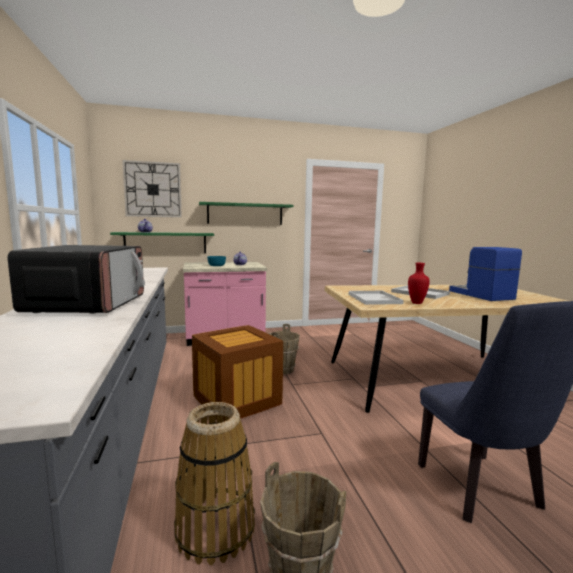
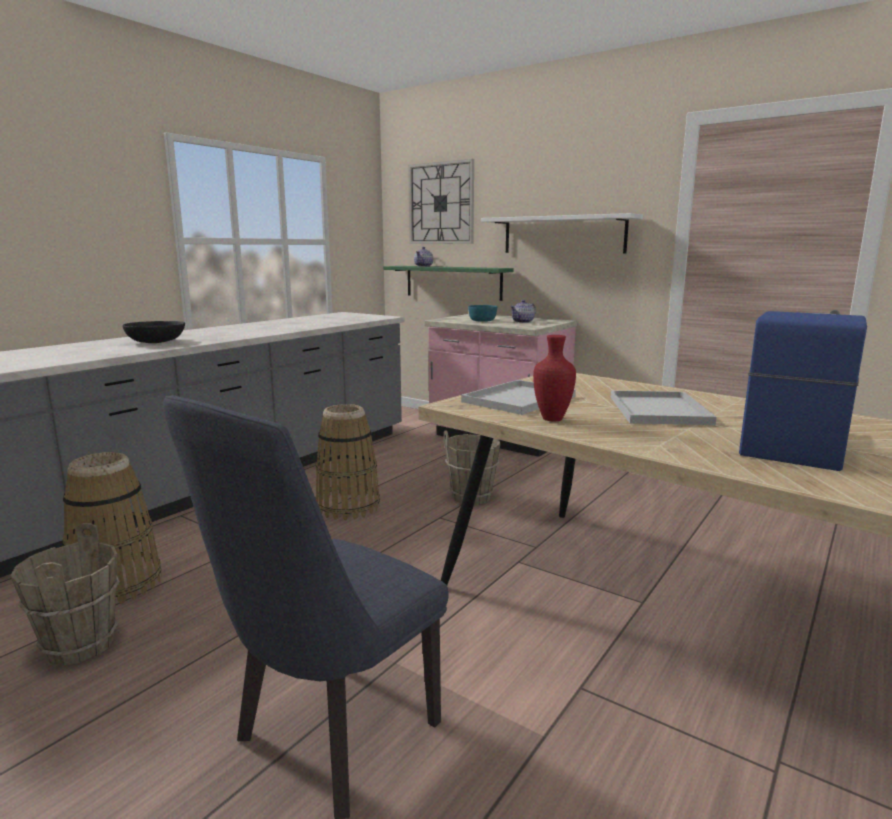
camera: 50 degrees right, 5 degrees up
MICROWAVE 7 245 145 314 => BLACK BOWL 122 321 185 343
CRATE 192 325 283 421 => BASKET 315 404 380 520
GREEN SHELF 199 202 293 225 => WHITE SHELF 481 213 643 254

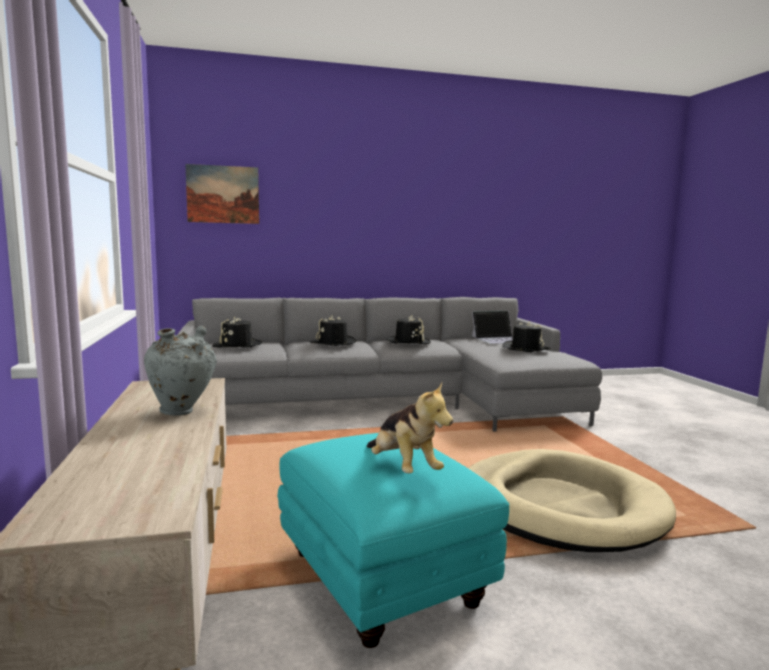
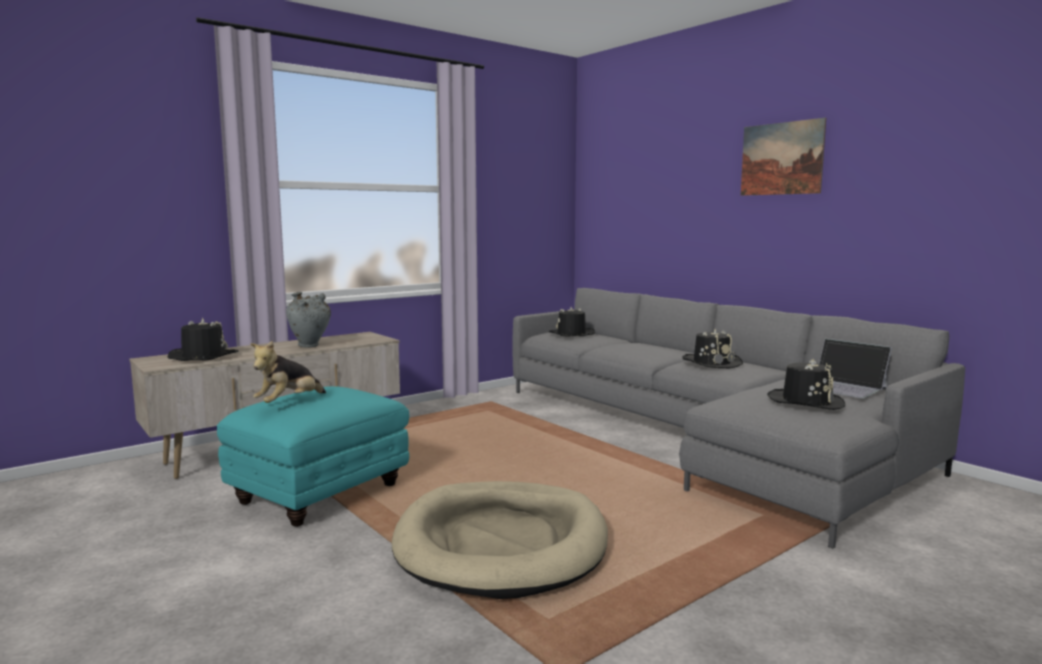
camera: 65 degrees right, 0 degrees up
PICTURE 185 164 259 224 => PICTURE 741 118 826 196, shifted
BLACK HAT 310 316 357 346 => BLACK HAT 168 318 238 361, shifted

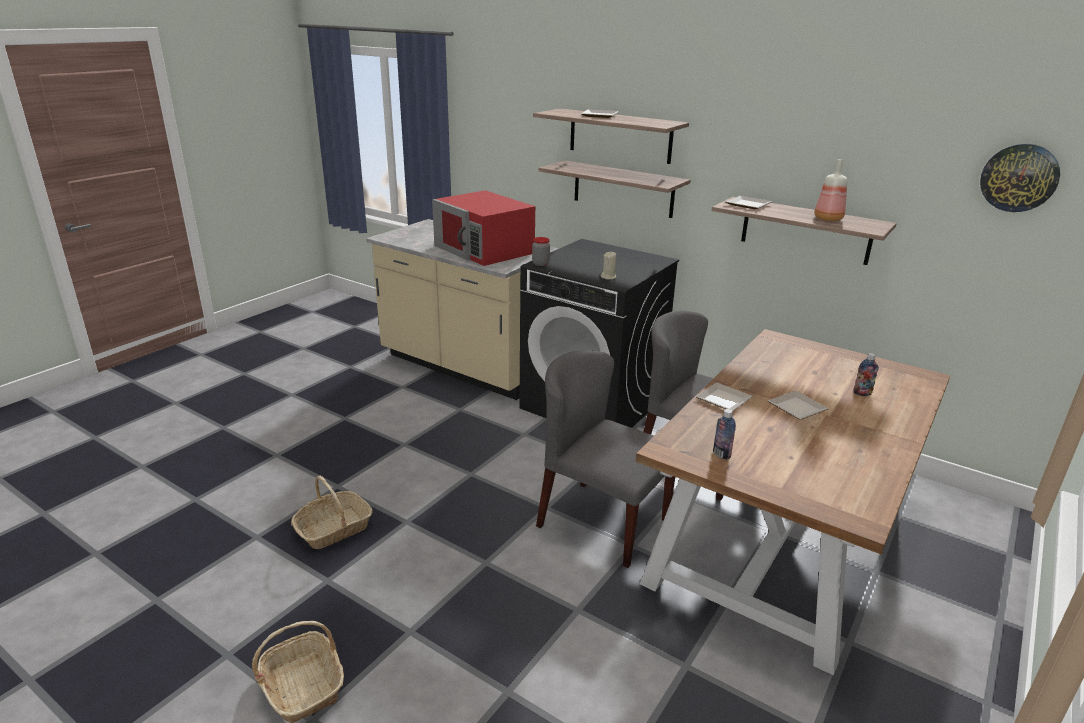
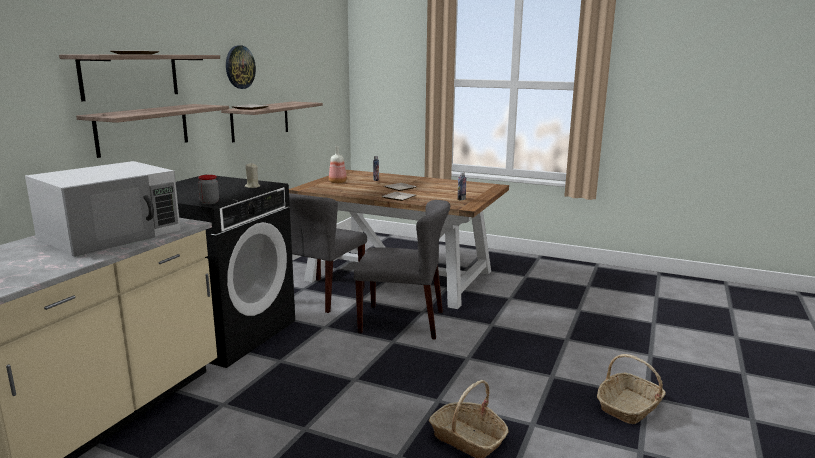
camera: 100 degrees left, 10 degrees down
RED MICROWAVE 432 190 535 266 => WHITE MICROWAVE 25 161 181 257
GREY CHAIR 536 350 675 568 => GREY CHAIR 354 200 450 340, 105 degrees counterclockwise
BOTTLE 814 159 847 221 => BOTTLE 329 146 347 184, shifted
WALL CLOCK 980 143 1060 212 => WALL CLOCK 226 46 256 89, shifted

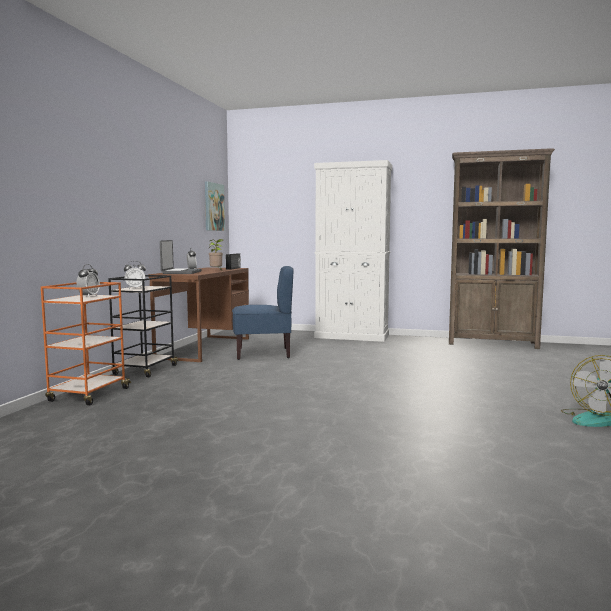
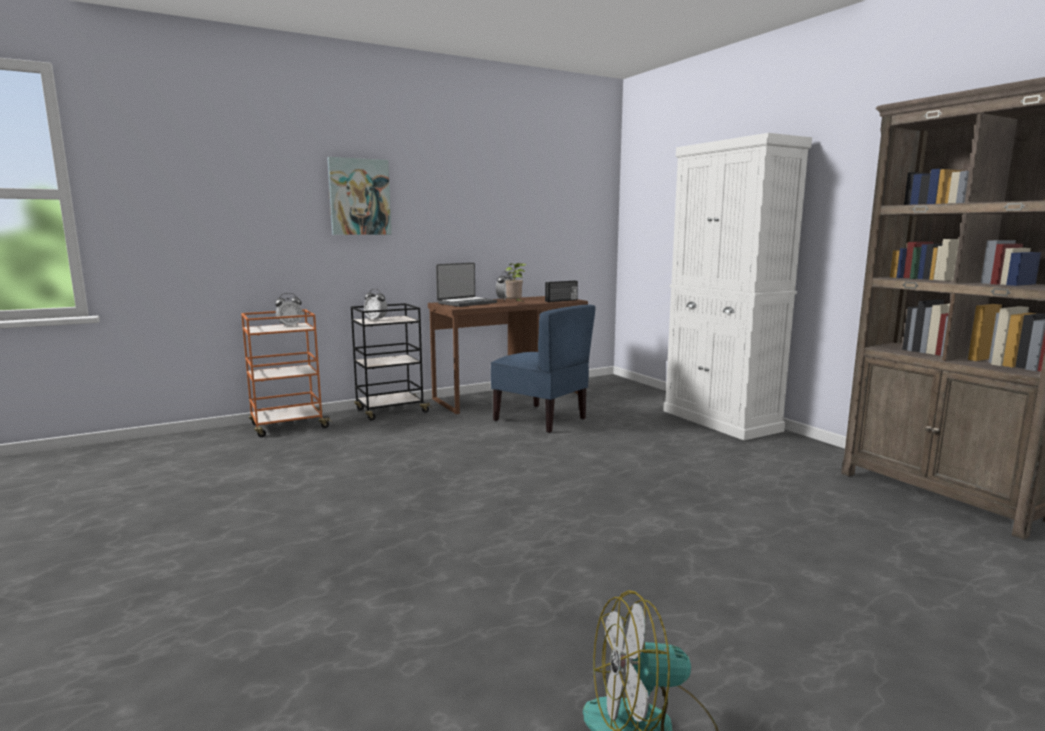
camera: 45 degrees right, 5 degrees up
PICTURE 205 181 225 231 => PICTURE 327 157 392 235, shifted

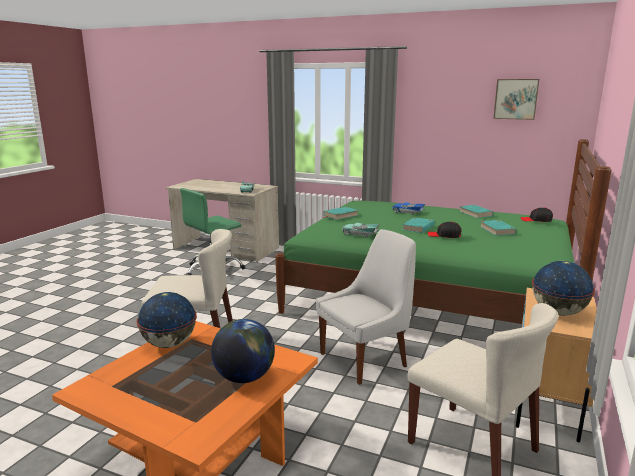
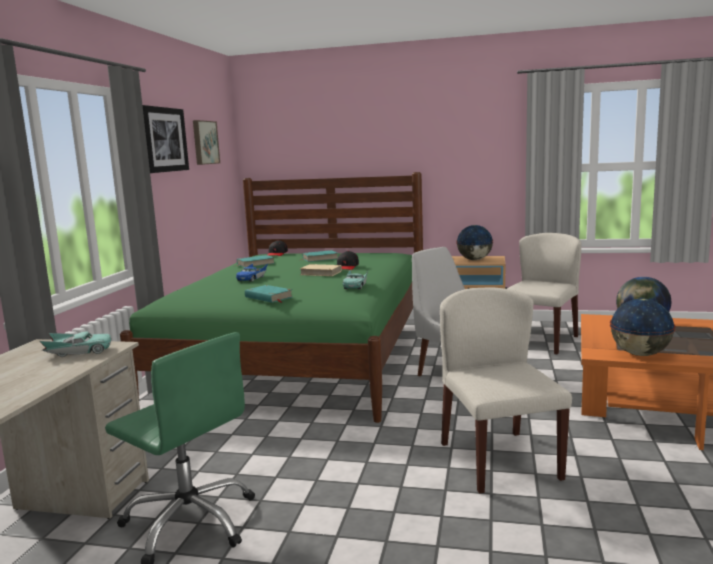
camera: 100 degrees left, 5 degrees down
TURQUOISE BOOK 402 217 434 233 => BEIGE BOOK 300 264 342 276
nothing => PICTURE 142 105 189 173

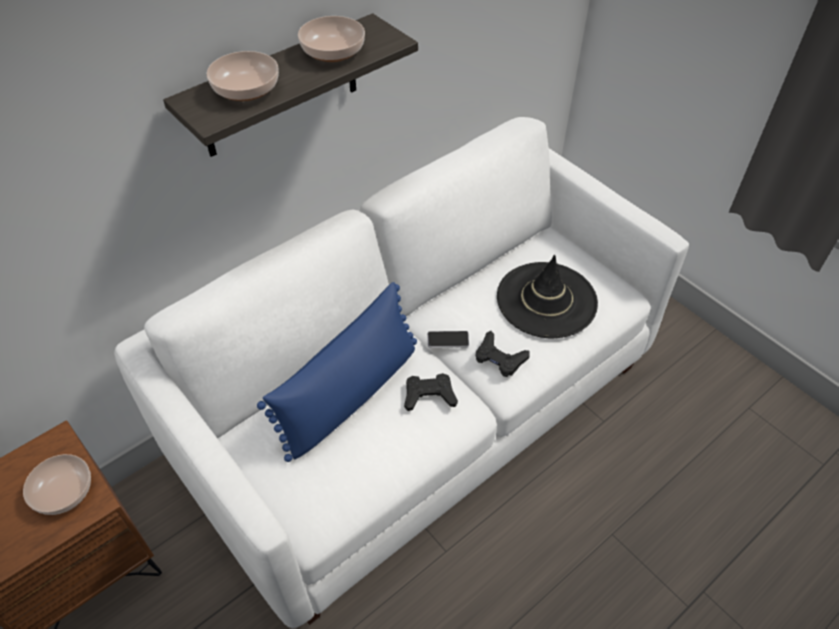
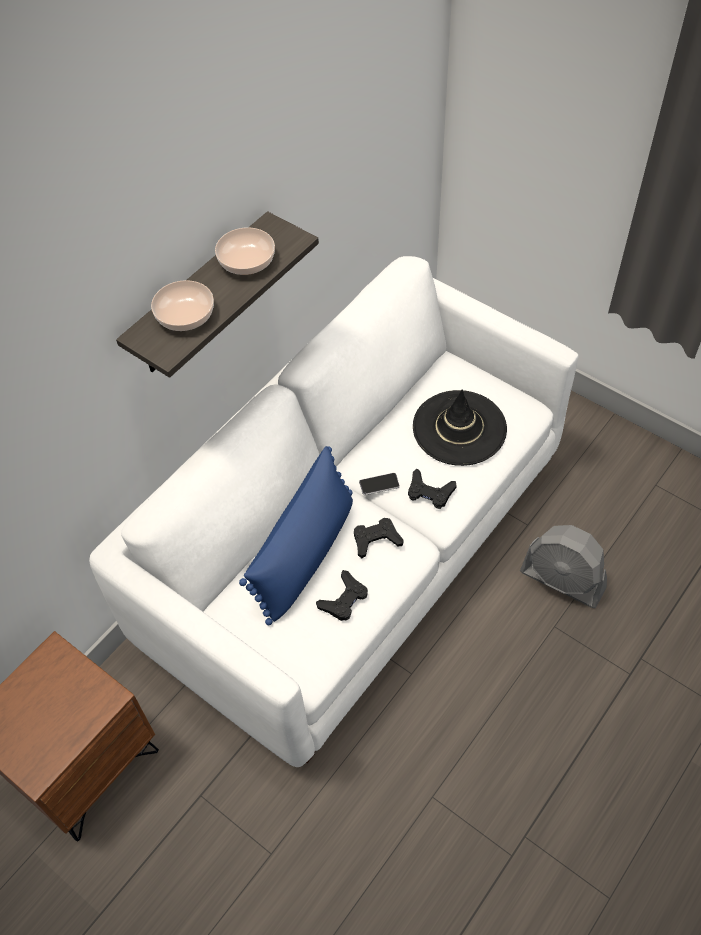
camera: 10 degrees left, 5 degrees up
BOWL 23 454 91 515 => nothing
nothing => BLACK GAME CONTROLLER 316 570 368 621
nothing => GREY FAN 520 525 607 608

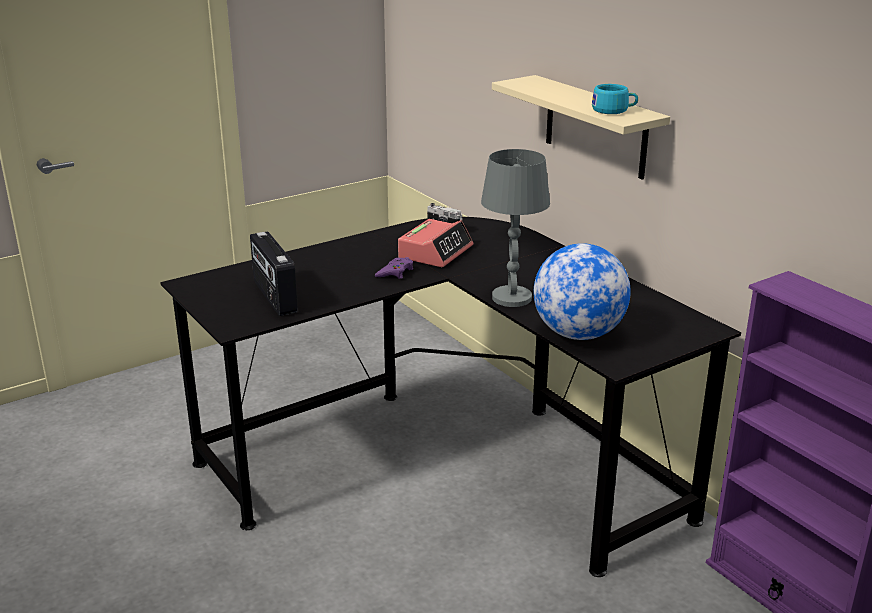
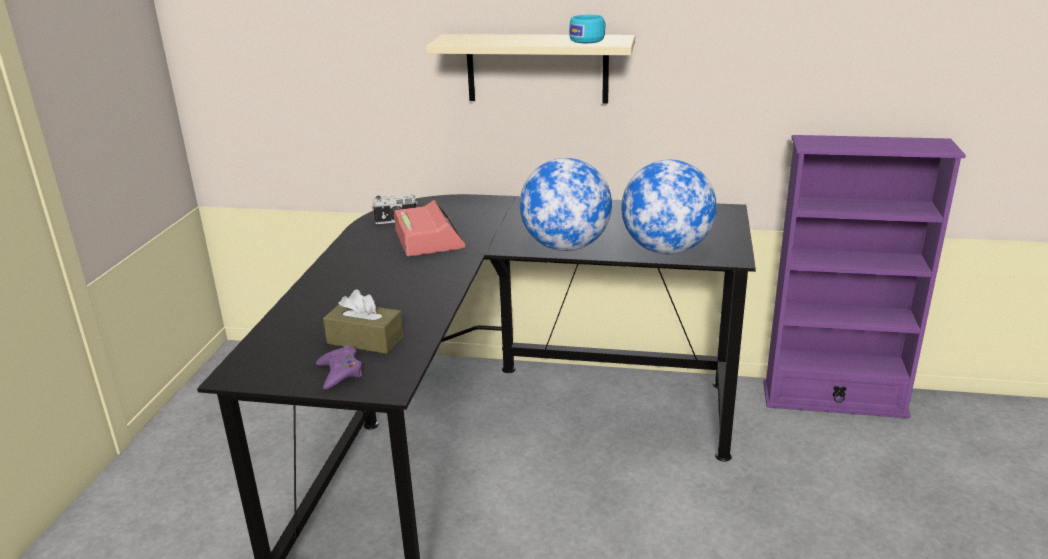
camera: 45 degrees left, 0 degrees up
RADIO 250 232 298 316 => BROWN TISSUE BOX 323 289 404 354
PURPLE GAME CONTROLLER 375 257 413 279 => PURPLE GAME CONTROLLER 316 346 363 389, shifted
GREY TABLE LAMP 481 149 550 307 => GLOBE 520 158 612 251

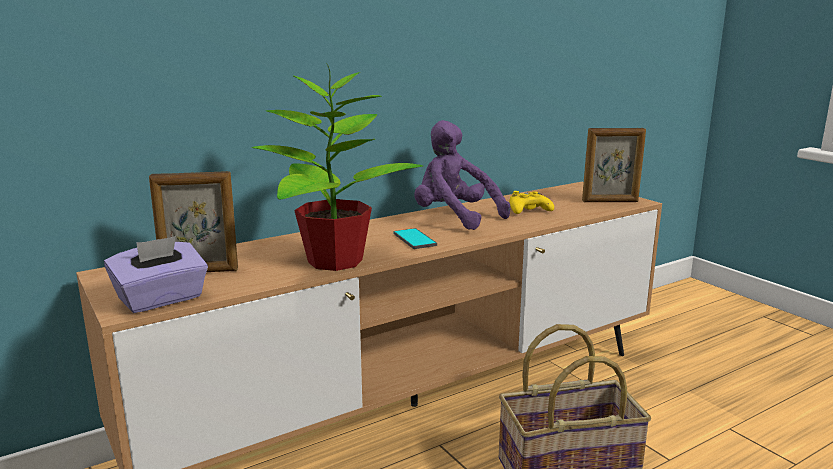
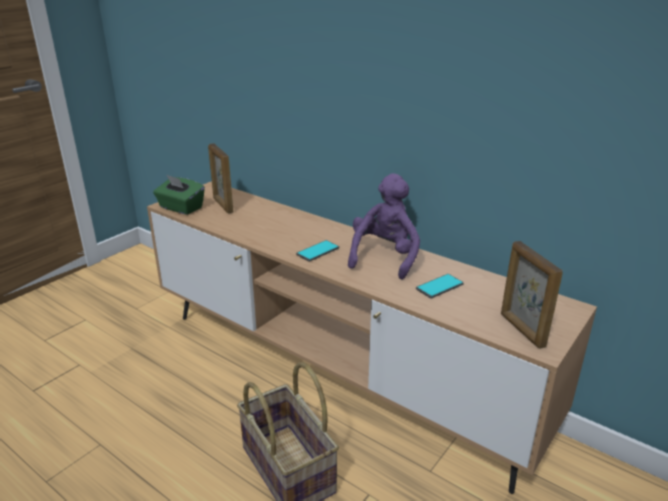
camera: 70 degrees right, 10 degrees up
PURPLE TISSUE BOX 104 236 208 313 => GREEN TISSUE BOX 153 175 205 215
POTTED PLANT 251 63 423 271 => nothing
YELLOW GAME CONTROLLER 509 191 554 214 => PHONE 416 274 464 299

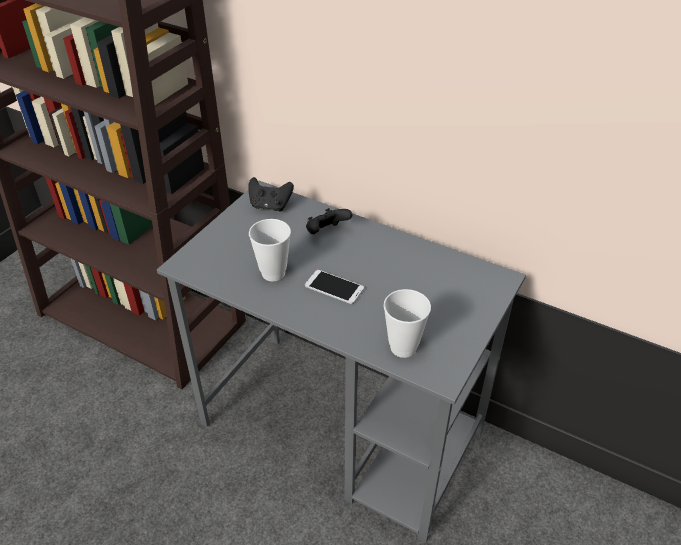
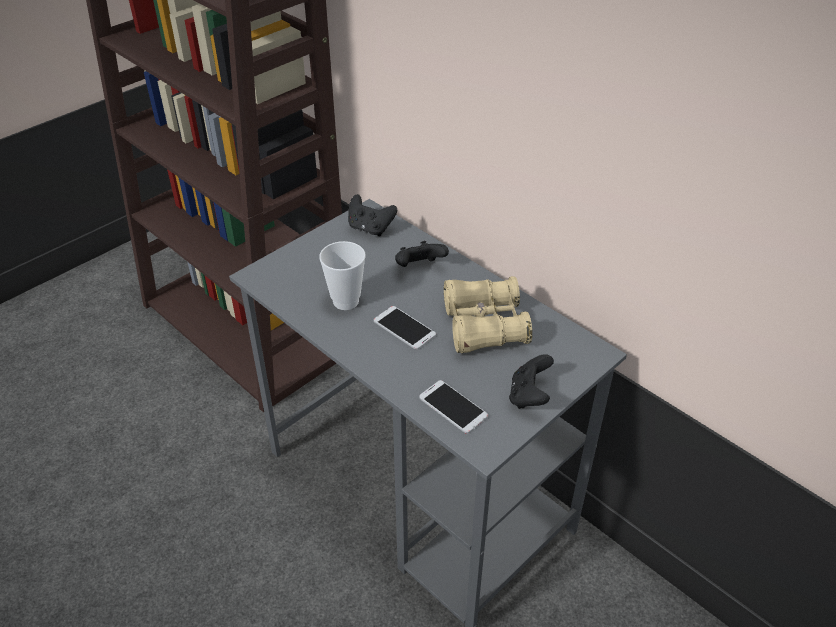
camera: 15 degrees right, 0 degrees up
CUP 384 289 431 358 => PHONE 419 380 488 434
nothing => BEIGE BINOCULARS 444 276 532 353
nothing => BLACK GAME CONTROLLER 509 354 554 409

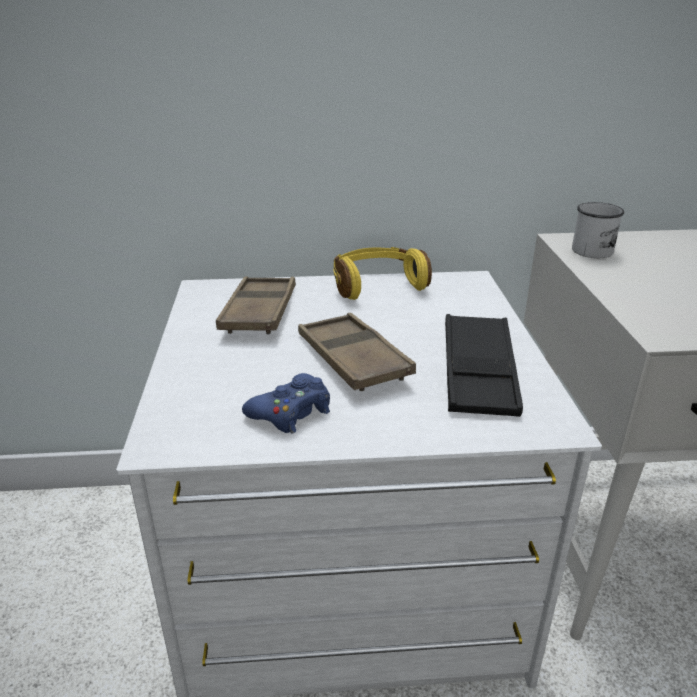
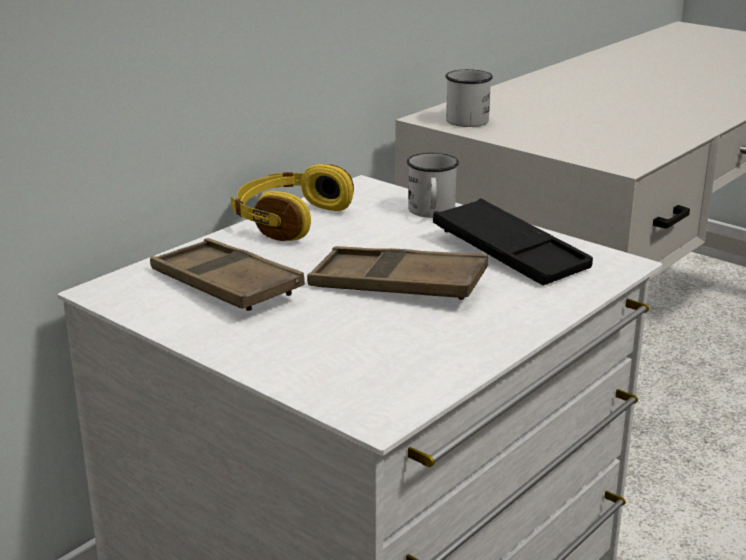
camera: 45 degrees left, 5 degrees down
BLUE GAME CONTROLLER 242 373 330 433 => nothing
nothing => WHITE MUG 407 153 459 218

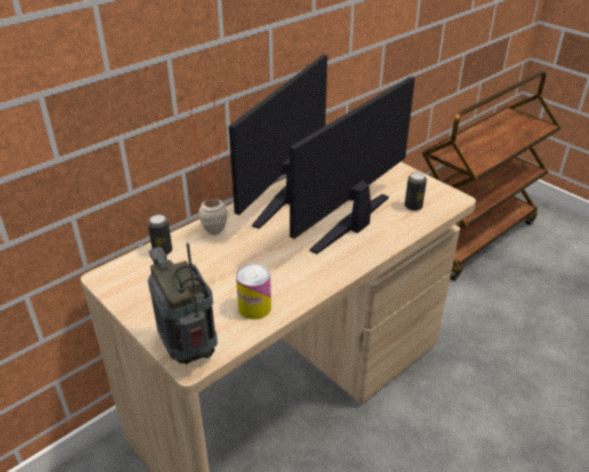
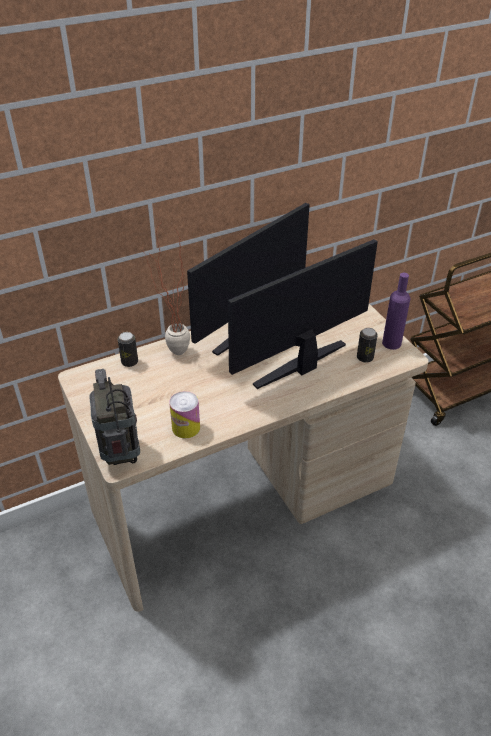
camera: 15 degrees right, 5 degrees up
nothing => PURPLE BOTTLE 382 273 410 350

